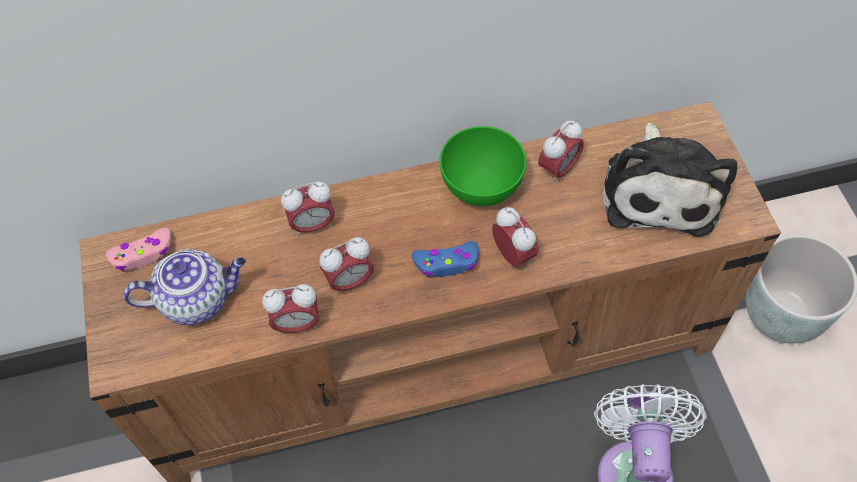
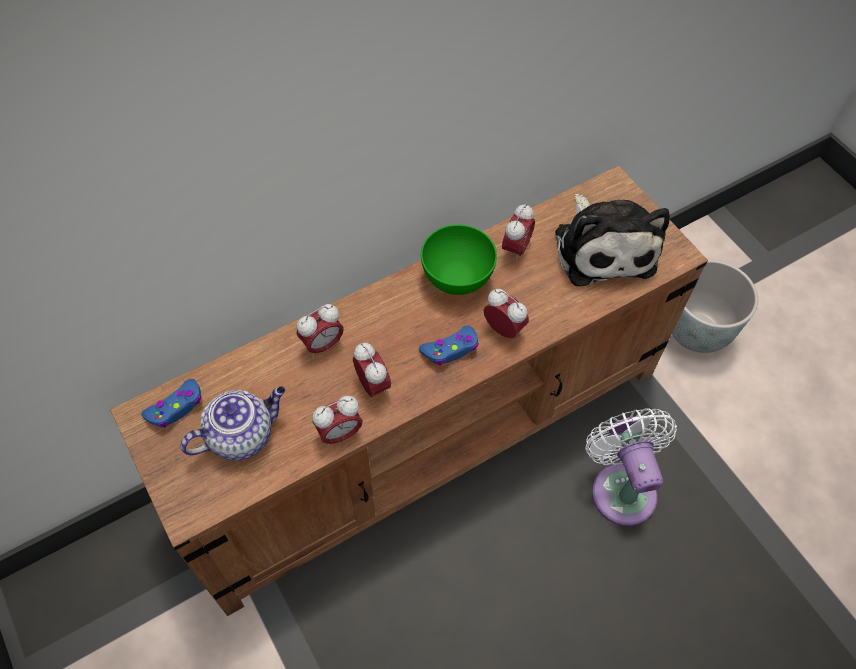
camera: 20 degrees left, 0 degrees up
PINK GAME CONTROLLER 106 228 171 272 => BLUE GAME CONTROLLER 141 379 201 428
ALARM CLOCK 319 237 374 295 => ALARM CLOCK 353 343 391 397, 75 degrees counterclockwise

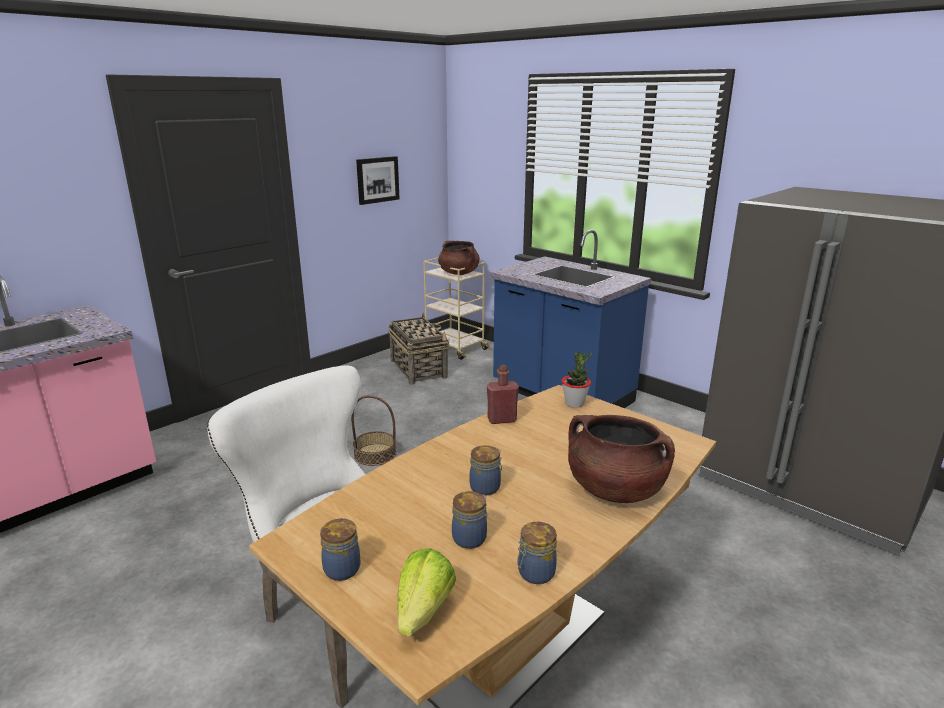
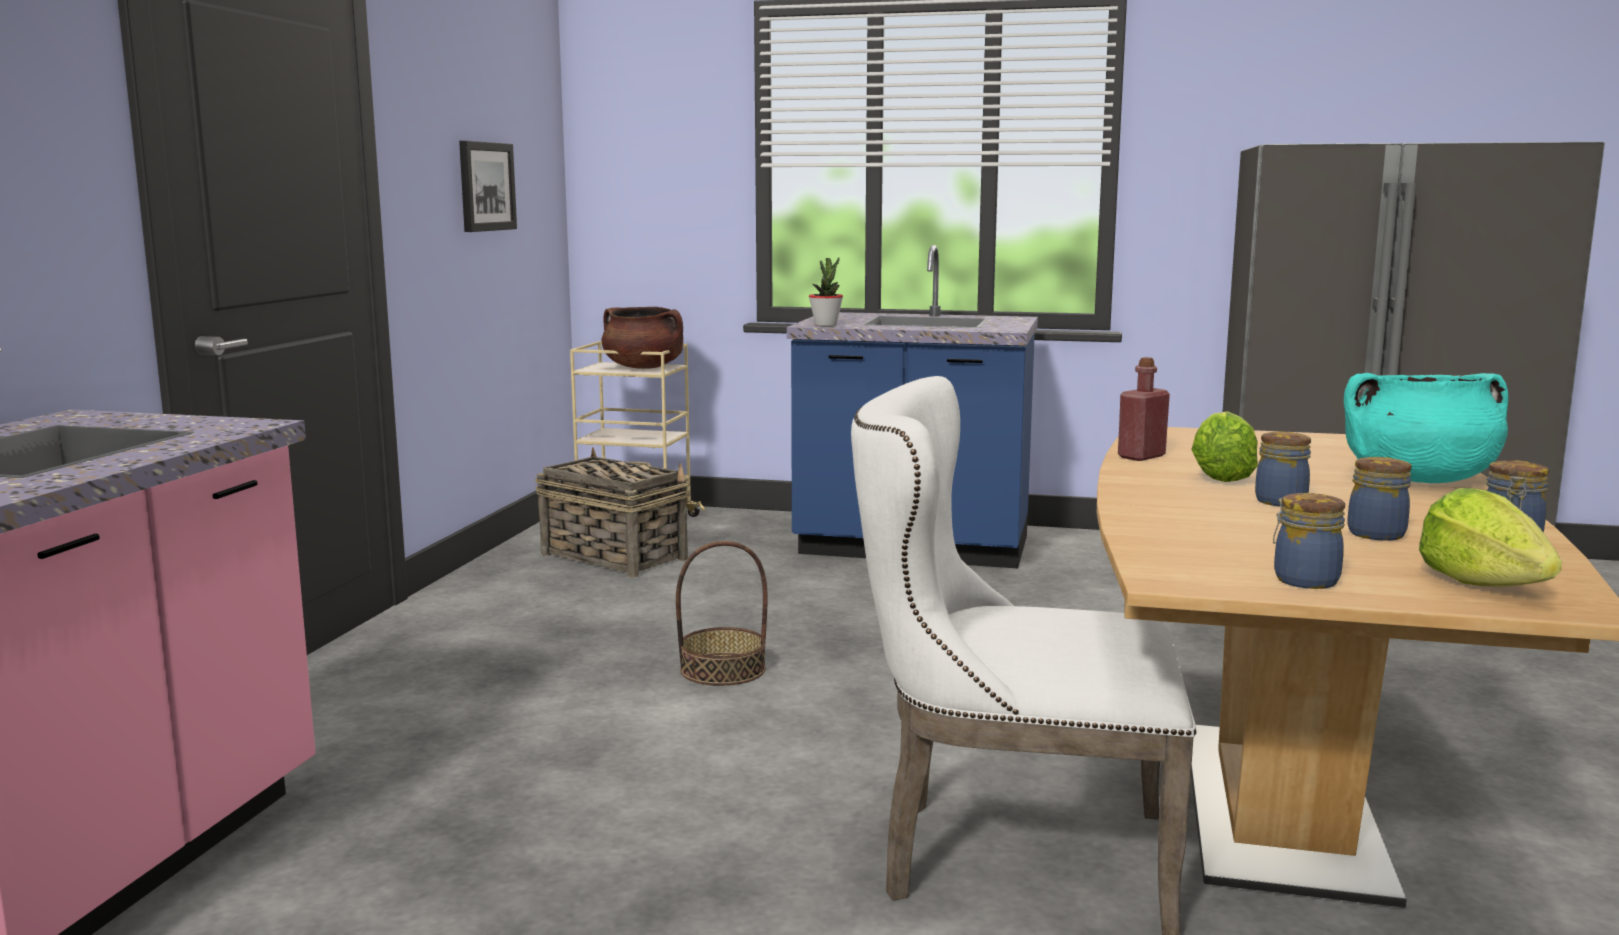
camera: 30 degrees left, 10 degrees down
POTTED PLANT 562 351 592 408 => POTTED PLANT 809 257 843 326, shifted
BROWN COOKING POT 568 415 675 503 => TURQUOISE COOKING POT 1344 373 1508 483
nothing => LETTUCE 1191 411 1258 482

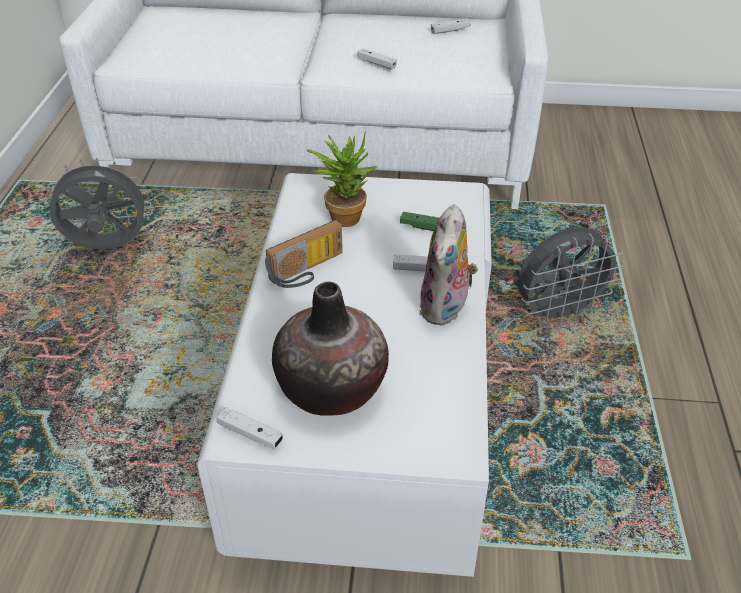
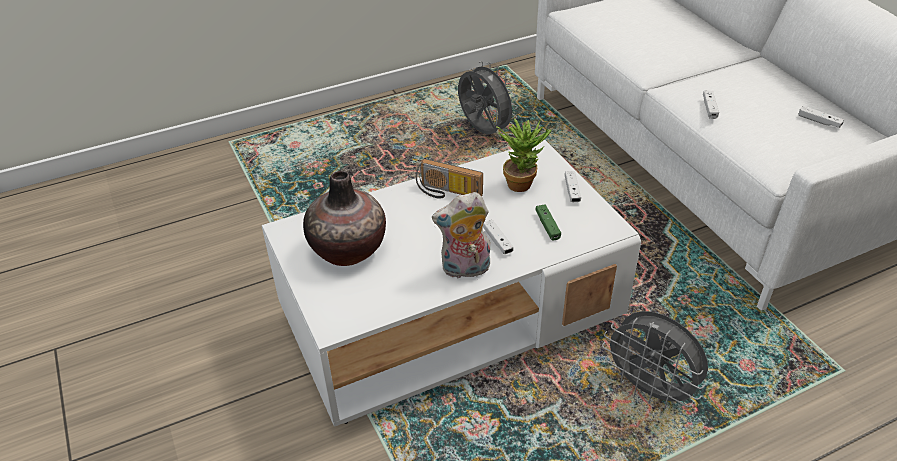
camera: 60 degrees right, 0 degrees up
WHITE GAME CONTROLLER 217 407 283 449 => WHITE GAME CONTROLLER 565 171 581 202, shifted

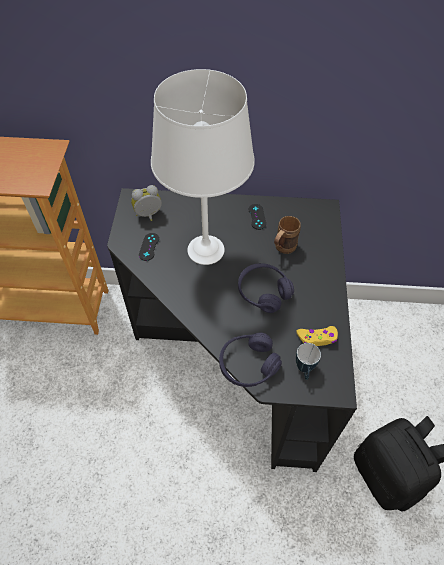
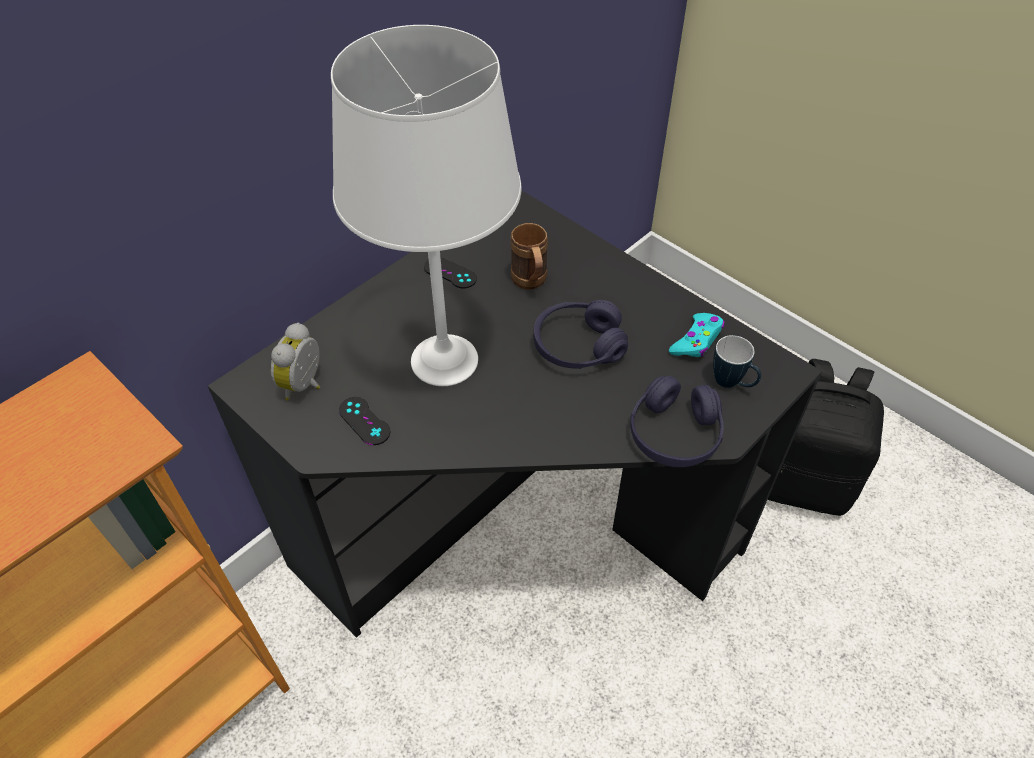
camera: 50 degrees left, 5 degrees down
YELLOW GAME CONTROLLER 297 326 338 346 => TURQUOISE GAME CONTROLLER 669 313 724 357

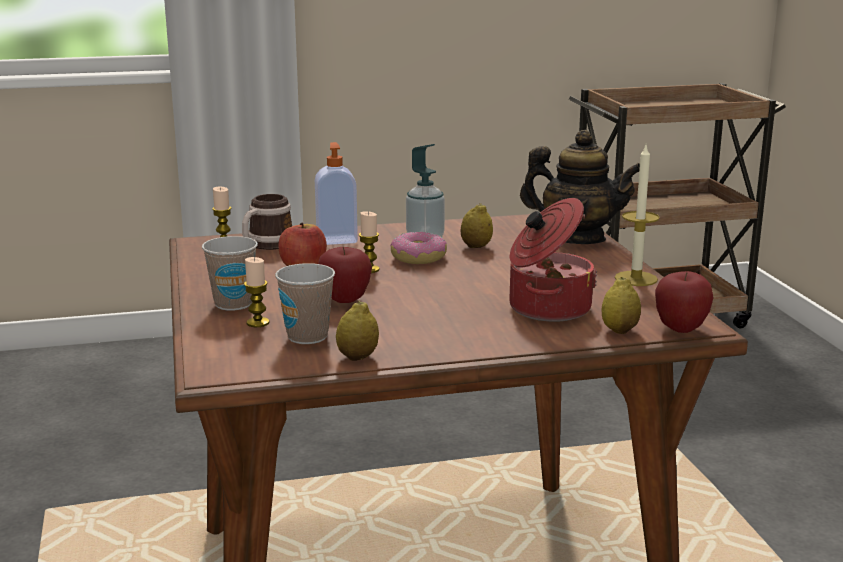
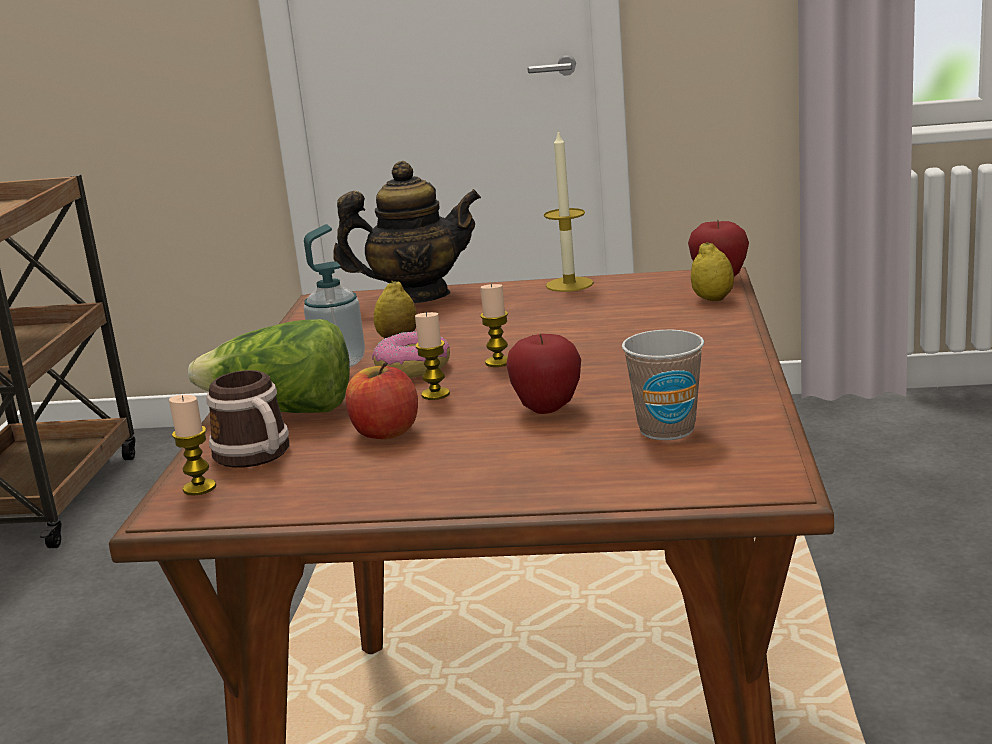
camera: 70 degrees left, 0 degrees up
CUP 202 236 258 311 => nothing
CANDLE 244 257 269 327 => CANDLE 480 284 508 367, shifted
SOAP DISPENSER 315 142 358 245 => LETTUCE 188 319 350 413
LEMON 336 301 379 361 => nothing
COOKING POT 509 198 597 322 => nothing
TEAPOT 520 130 640 244 => TEAPOT 333 161 481 303, 45 degrees clockwise

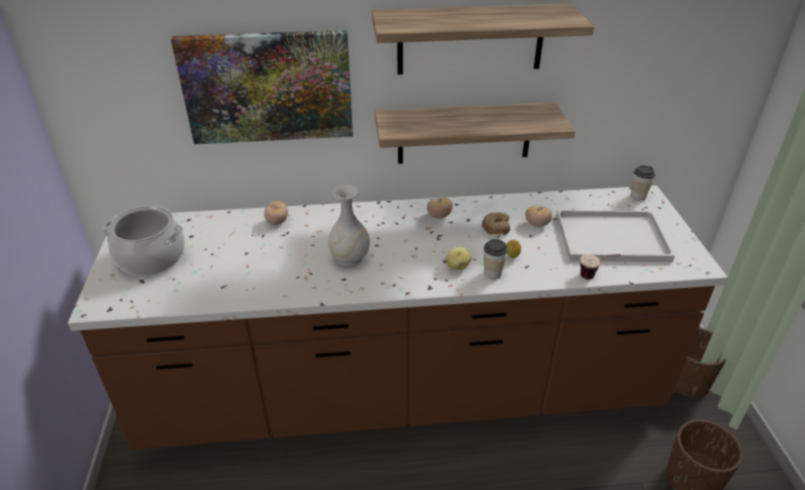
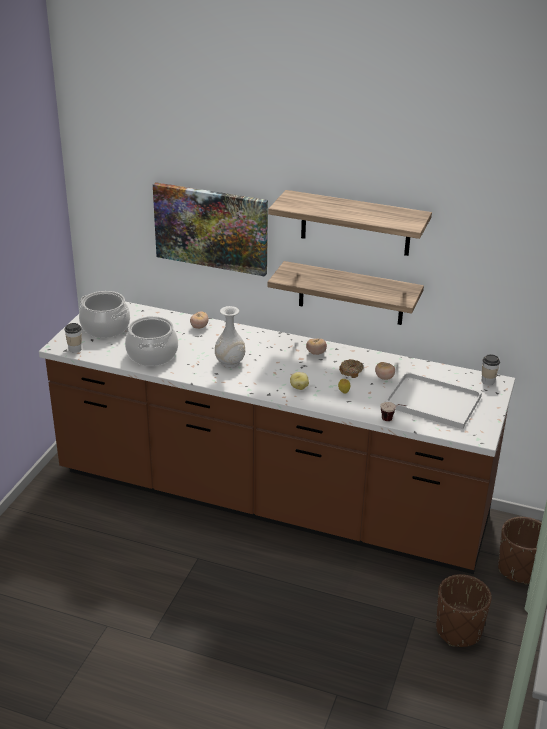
camera: 25 degrees right, 5 degrees down
CUP 484 239 508 280 => CUP 65 323 82 352, shifted
nothing => COOKING POT 125 316 178 366

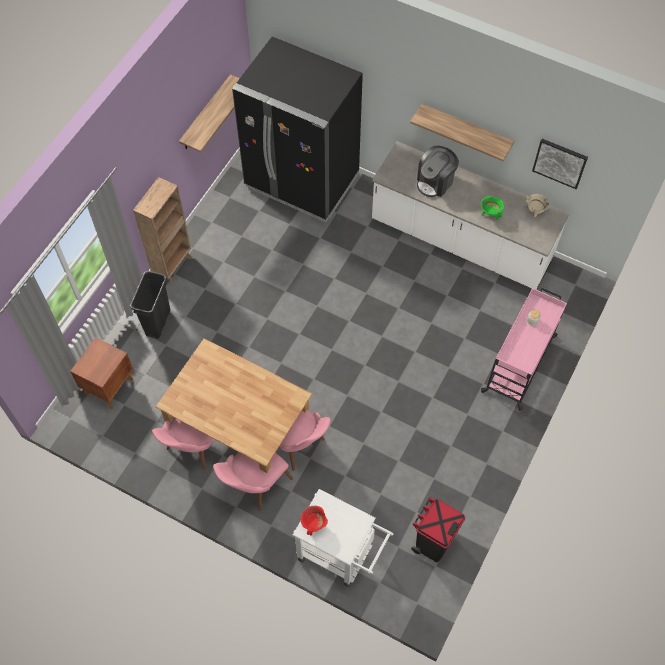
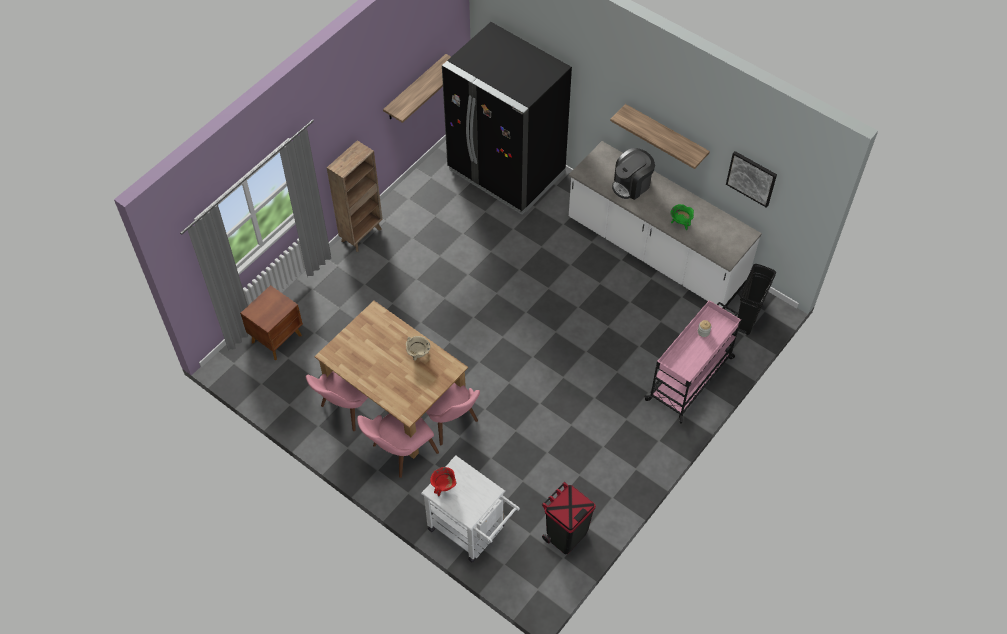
camera: 10 degrees right, 5 degrees down
BLACK TRASH CAN 130 271 171 339 => BLACK TRASH CAN 738 264 776 335, shifted
BEIGE COOKING POT 525 194 550 217 => BEIGE COOKING POT 406 336 430 361, shifted

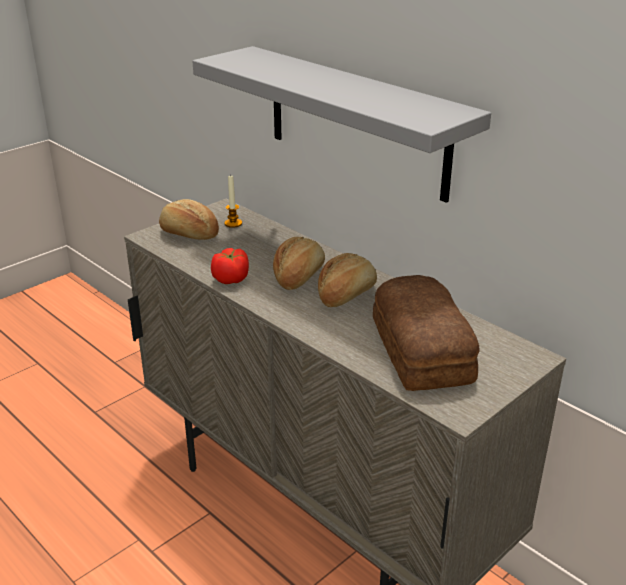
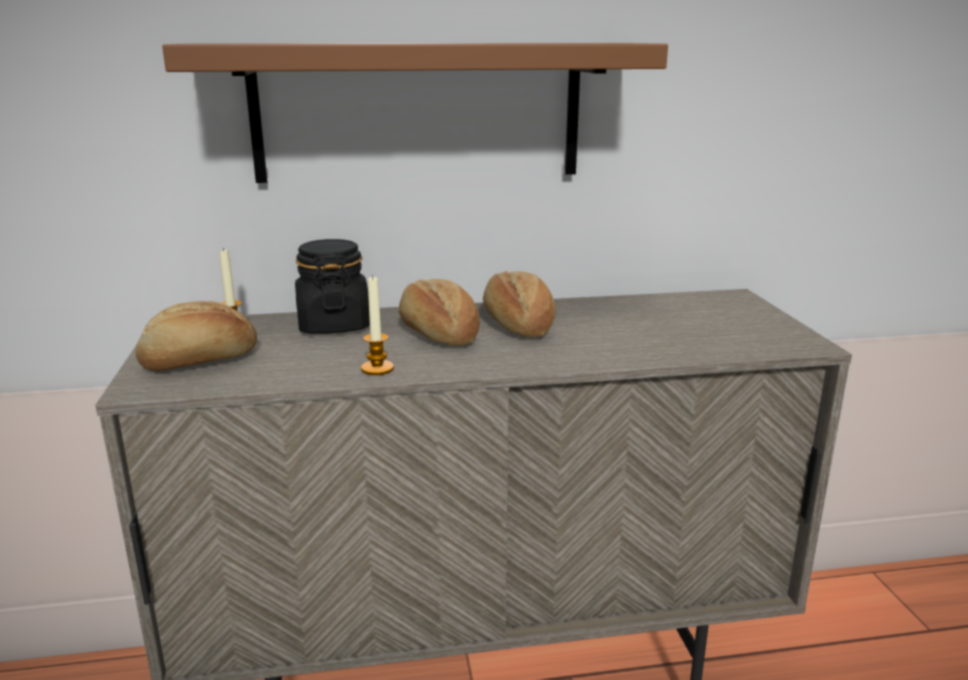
camera: 55 degrees left, 10 degrees down
GREY SHELF 192 46 491 203 => BROWN SHELF 162 43 668 183
TOMATO 211 248 249 284 => CANDLE 361 275 394 375
BREAD 373 275 479 391 => nothing
nothing => BLACK JAR 295 239 370 334

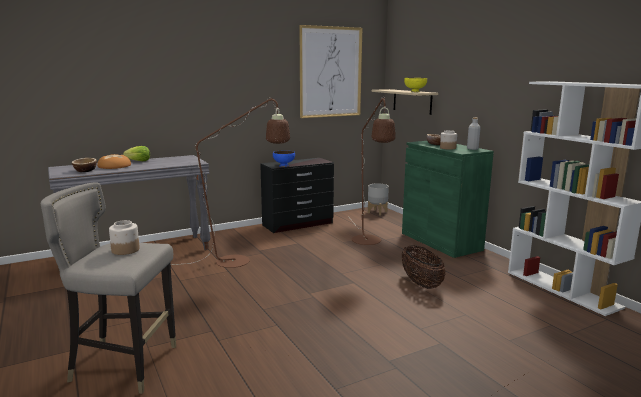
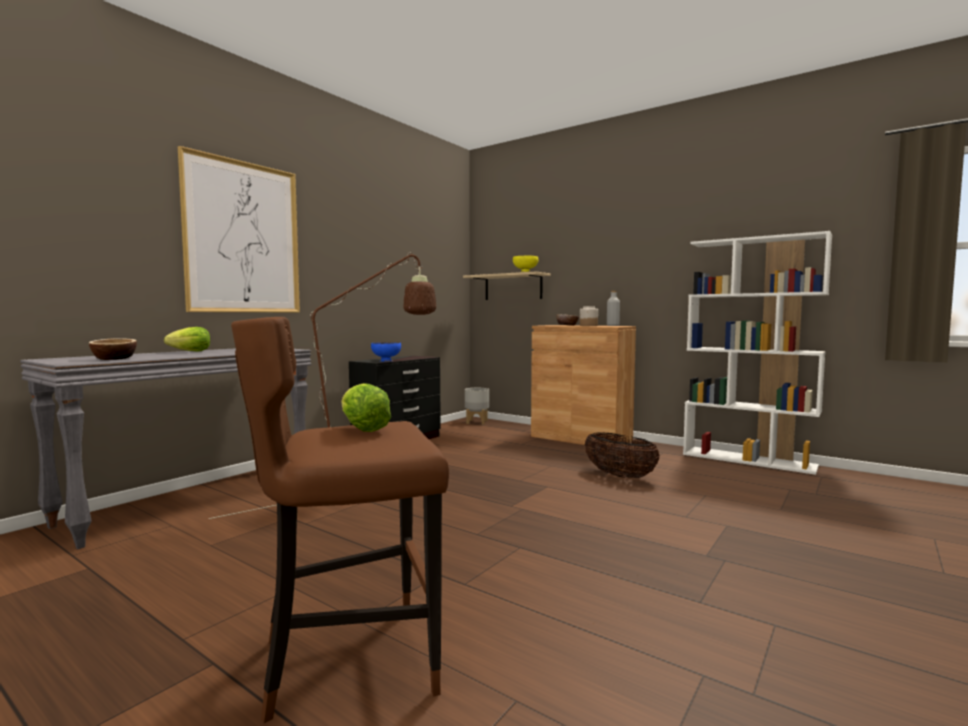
camera: 25 degrees left, 10 degrees down
GREY STOOL 41 183 176 394 => BROWN STOOL 231 317 449 723
BREAD 97 154 131 169 => nothing
JAR 109 220 140 255 => LETTUCE 341 383 391 432
PICTURE 299 25 362 118 => PICTURE 178 146 300 313, shifted
BROWN FLOOR LAMP 348 97 396 245 => nothing
GREEN CABINET 402 141 494 258 => BROWN CABINET 531 325 636 445

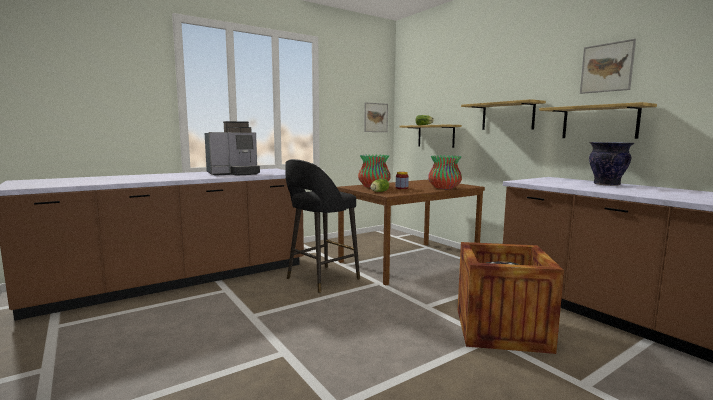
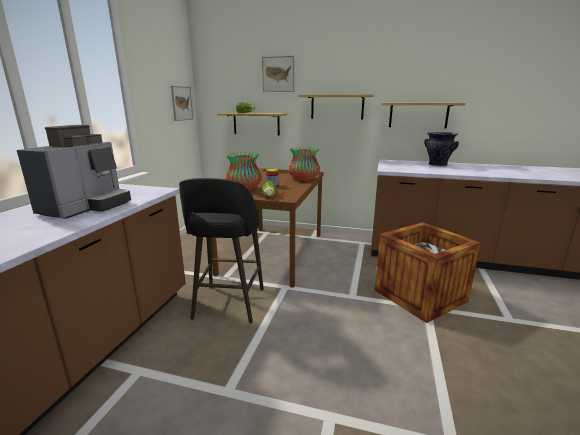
camera: 40 degrees left, 10 degrees up
PICTURE 580 39 636 94 => PICTURE 262 56 294 92, shifted

